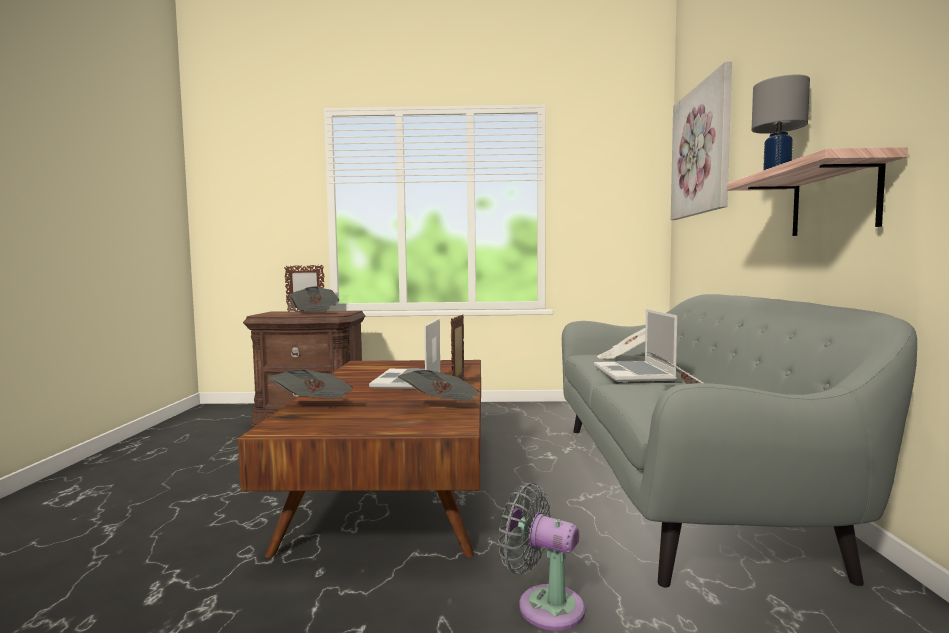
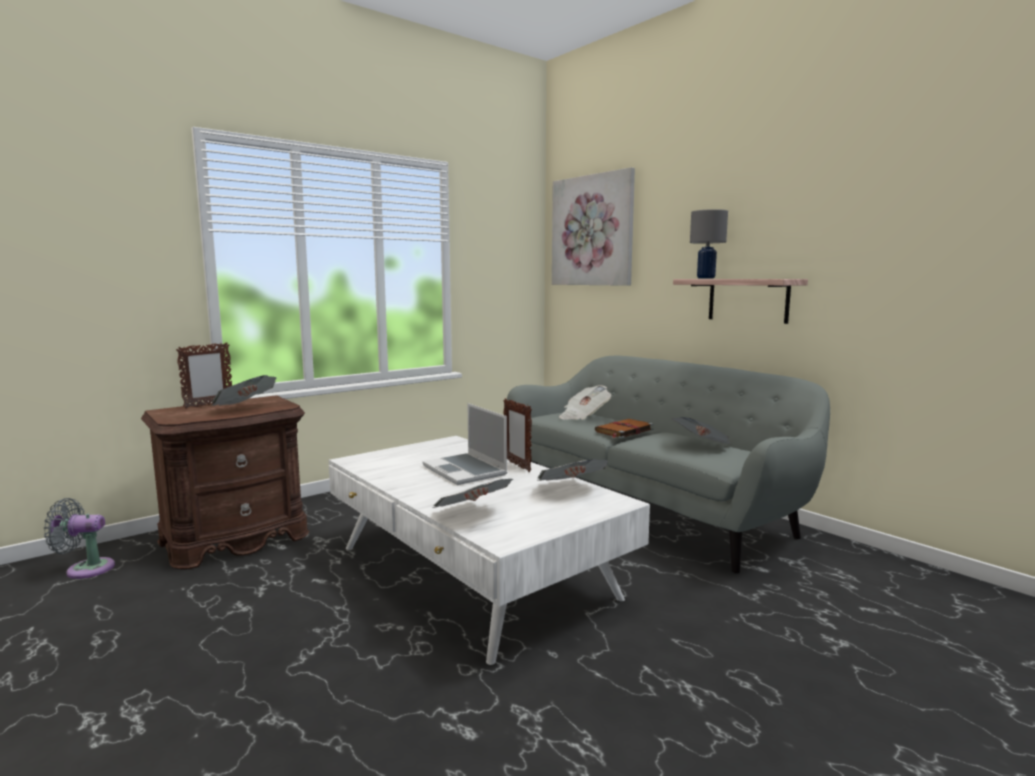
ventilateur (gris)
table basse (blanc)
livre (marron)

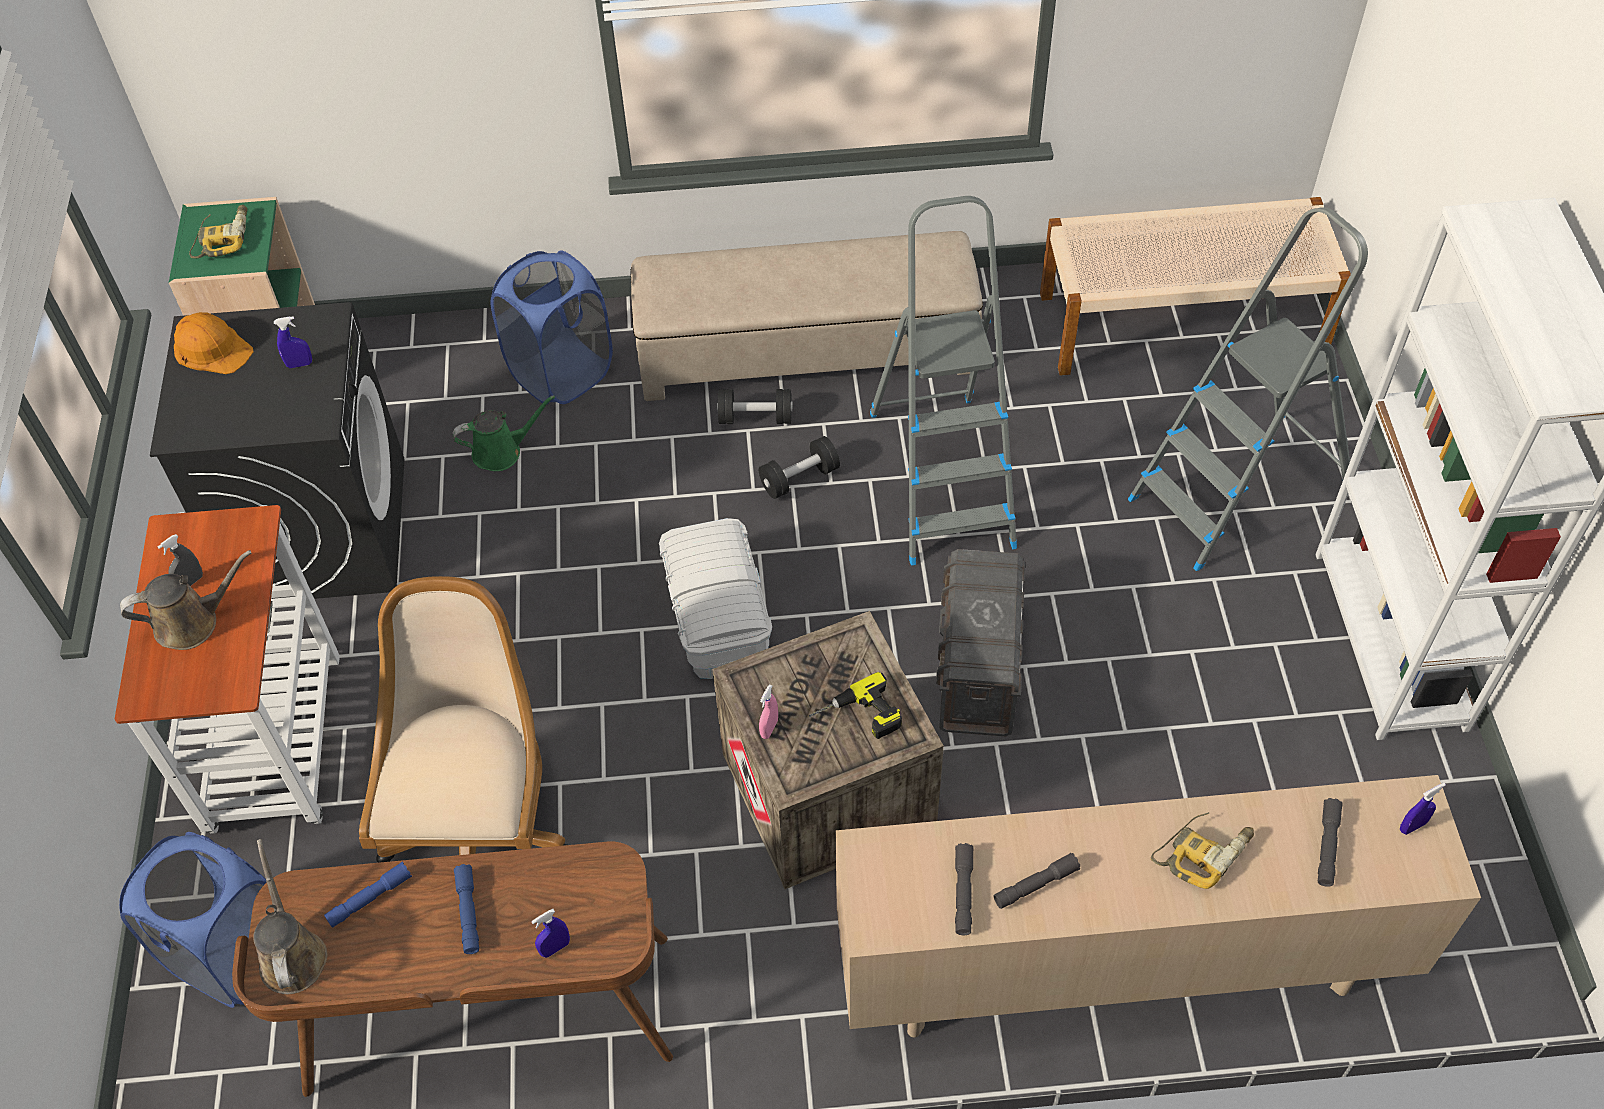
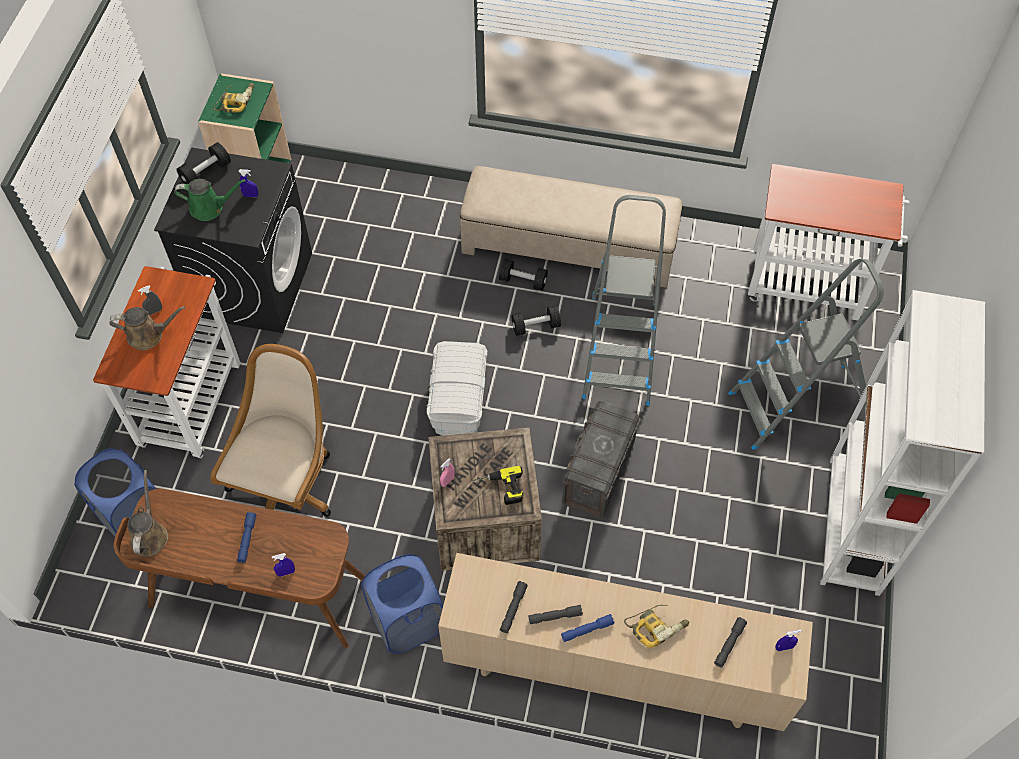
arrosoir (vert)
haltère (noir) (1st from left)
panier à linge (bleu) (2nd from left)
lampe de poche (bleu) (2nd from left)
chariot (blanc) (2nd from left)

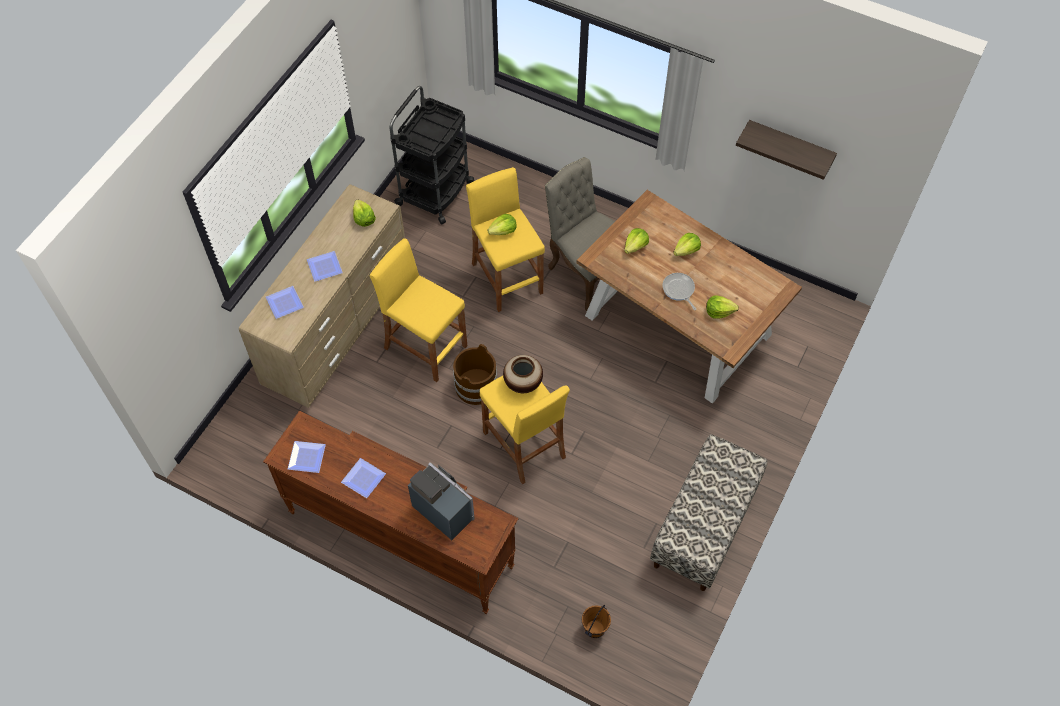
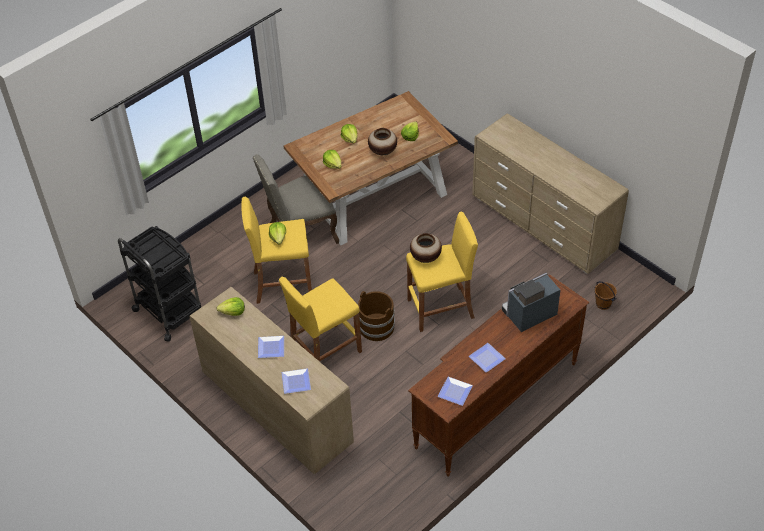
vase (1st from left)
commode (beige) (2nd from left)
étagère

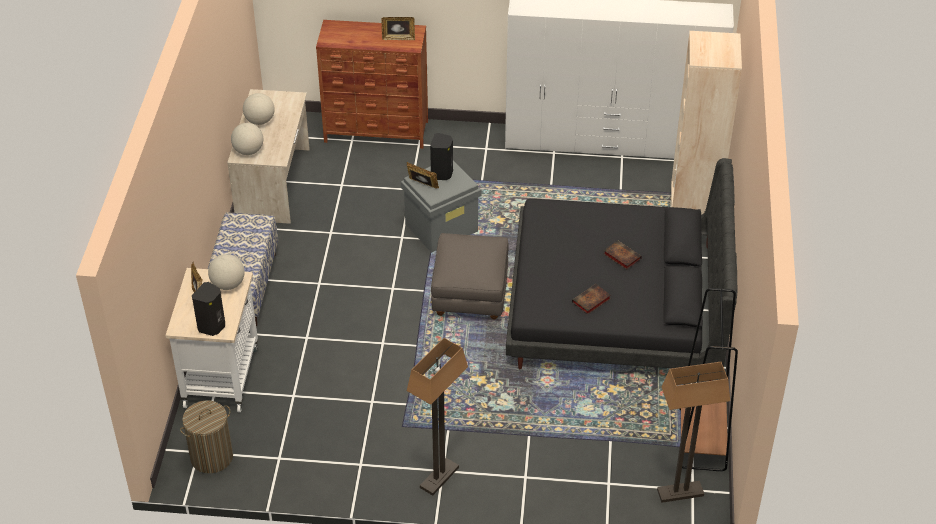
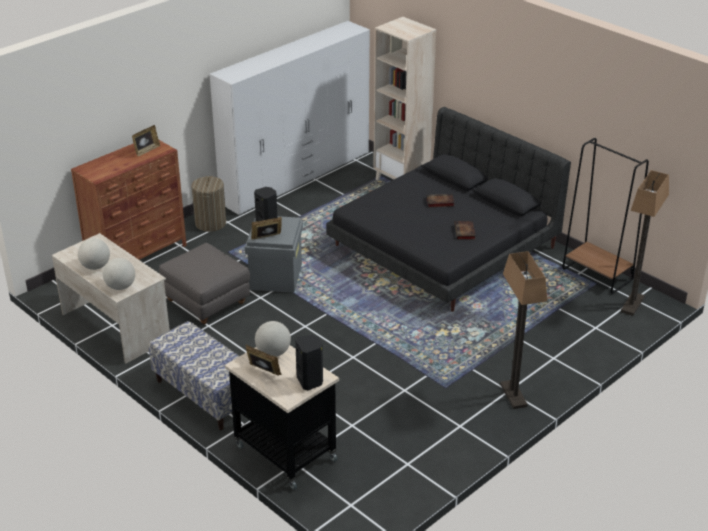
pouf (gris)
panier à linge
chariot (noir)

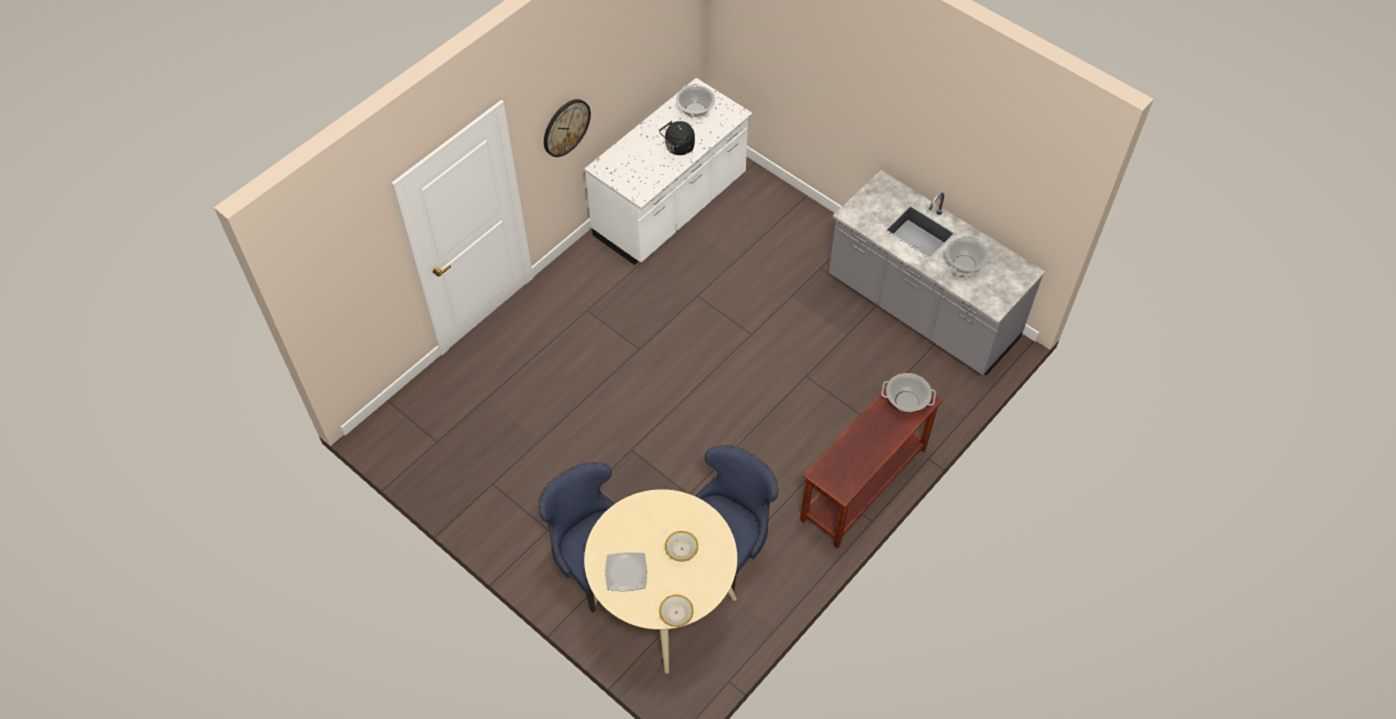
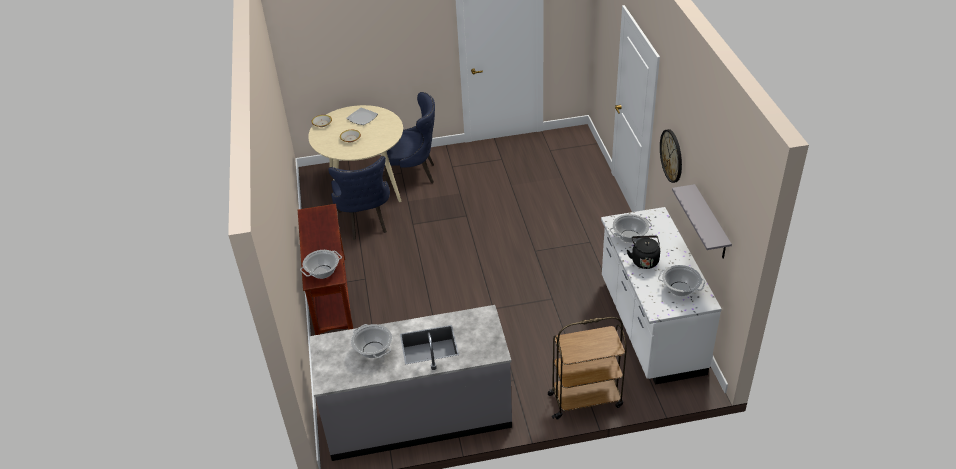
chariot (marron)
marmite (3rd from left)
étagère (gris)

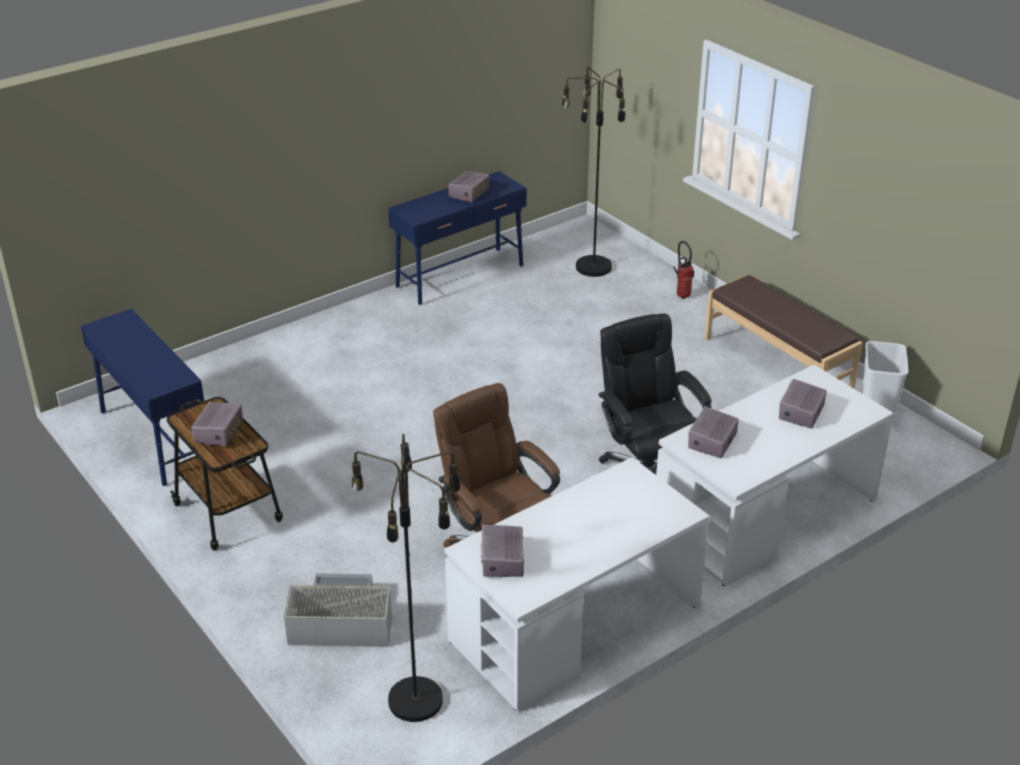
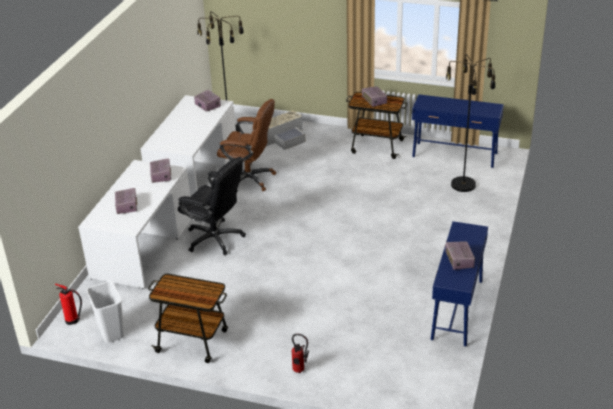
extincteur (1st from left)
chariot (1st from left)
lampadaire (2nd from left)

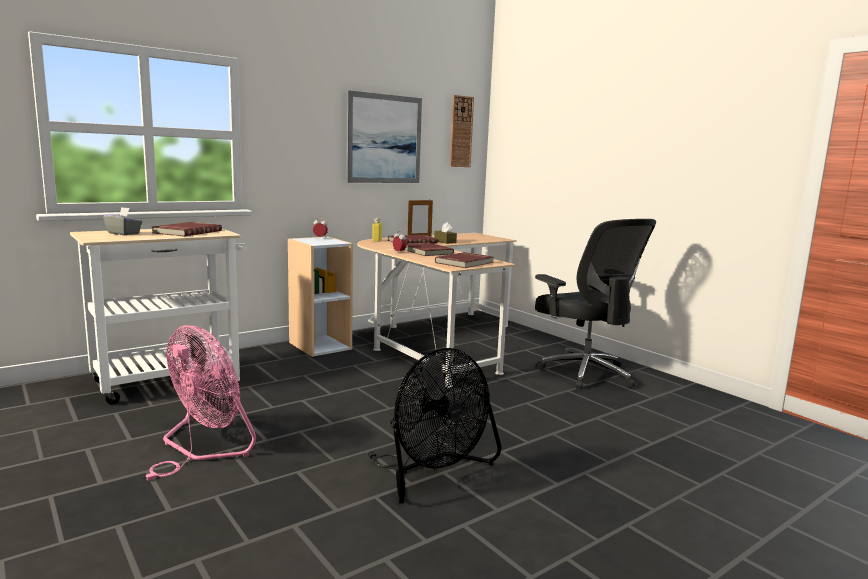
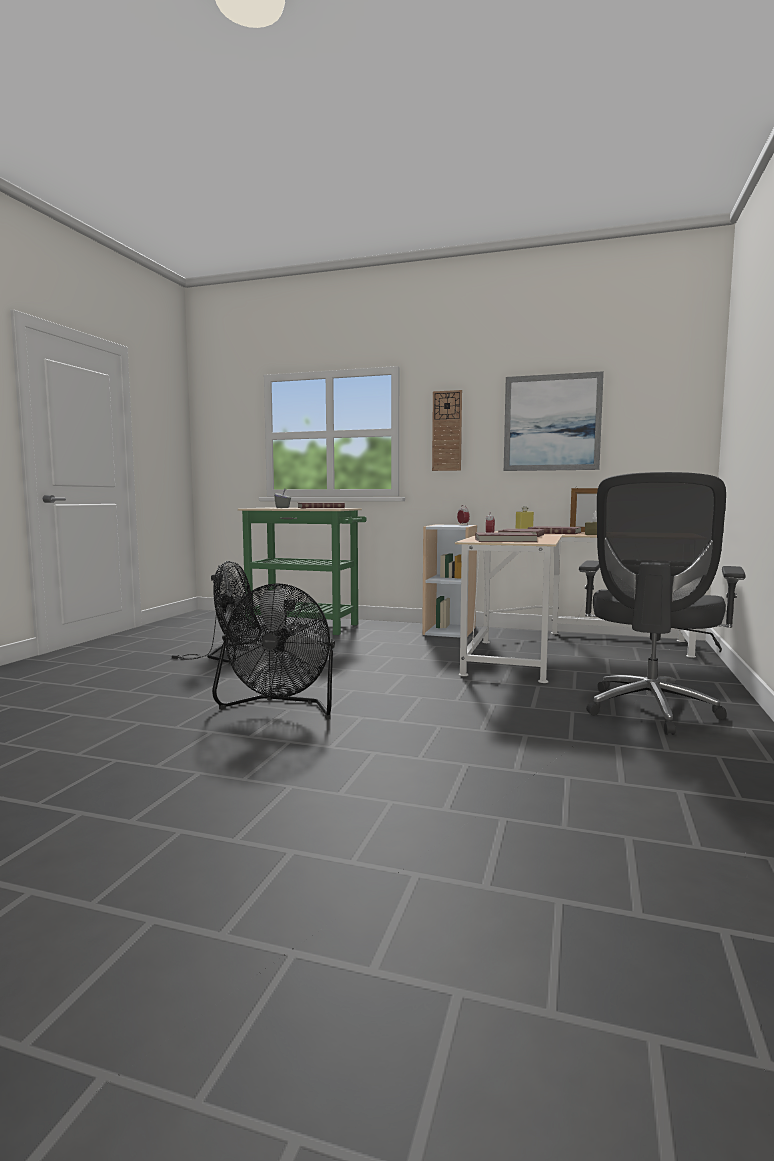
ventilateur (noir) (1st from left)
chariot (vert)
horloge murale

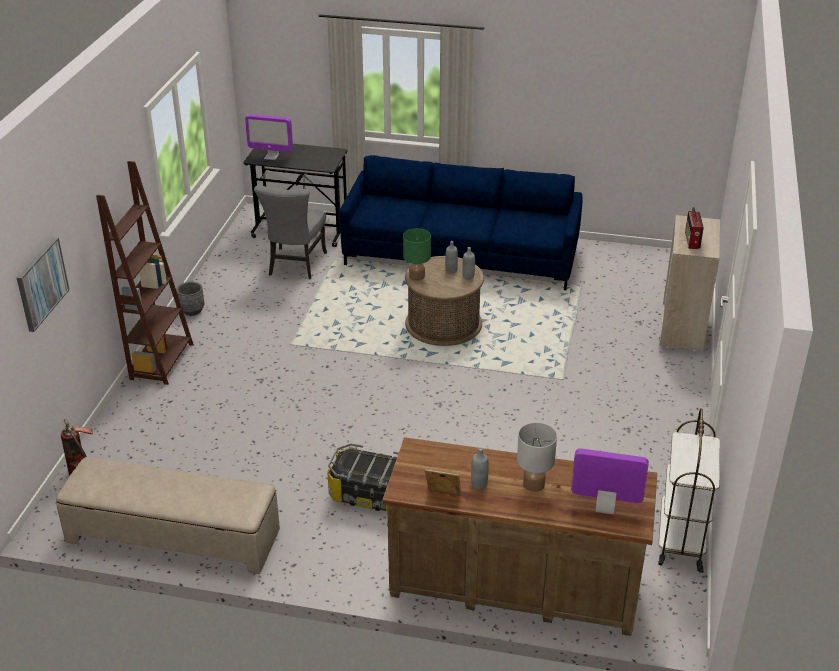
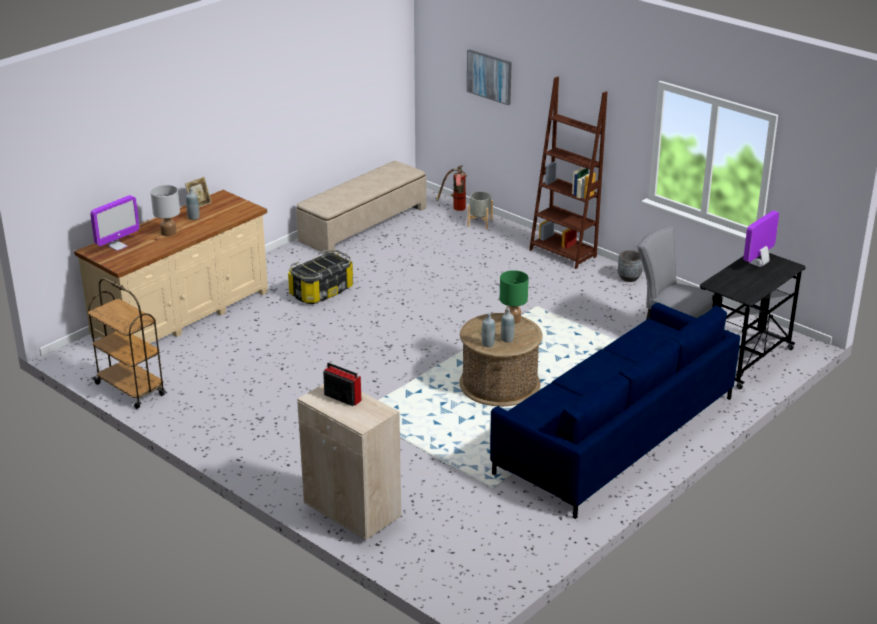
chariot (marron)
cache-pot (gris) (1st from left)

